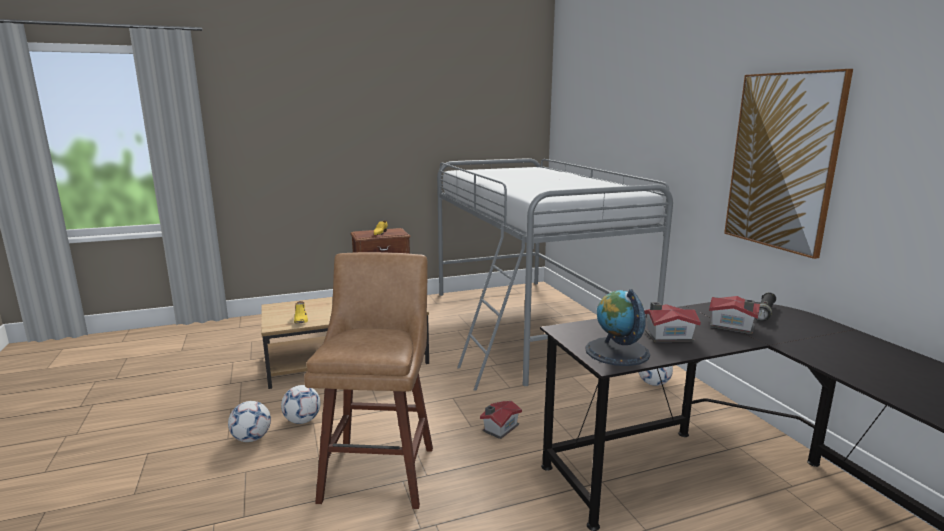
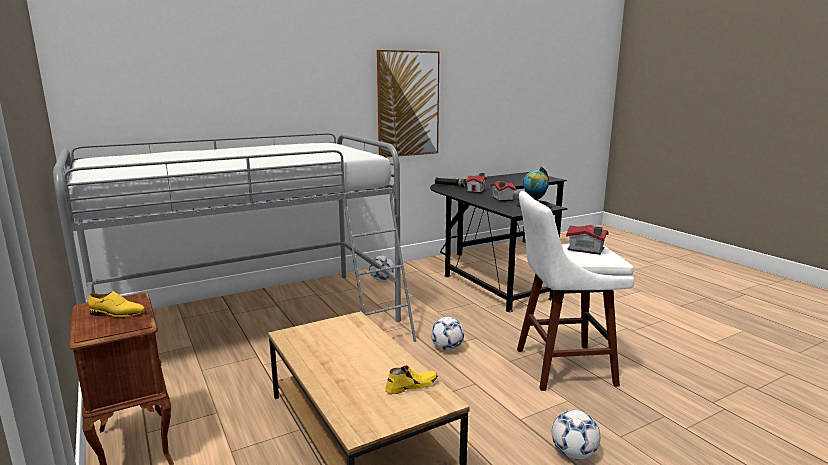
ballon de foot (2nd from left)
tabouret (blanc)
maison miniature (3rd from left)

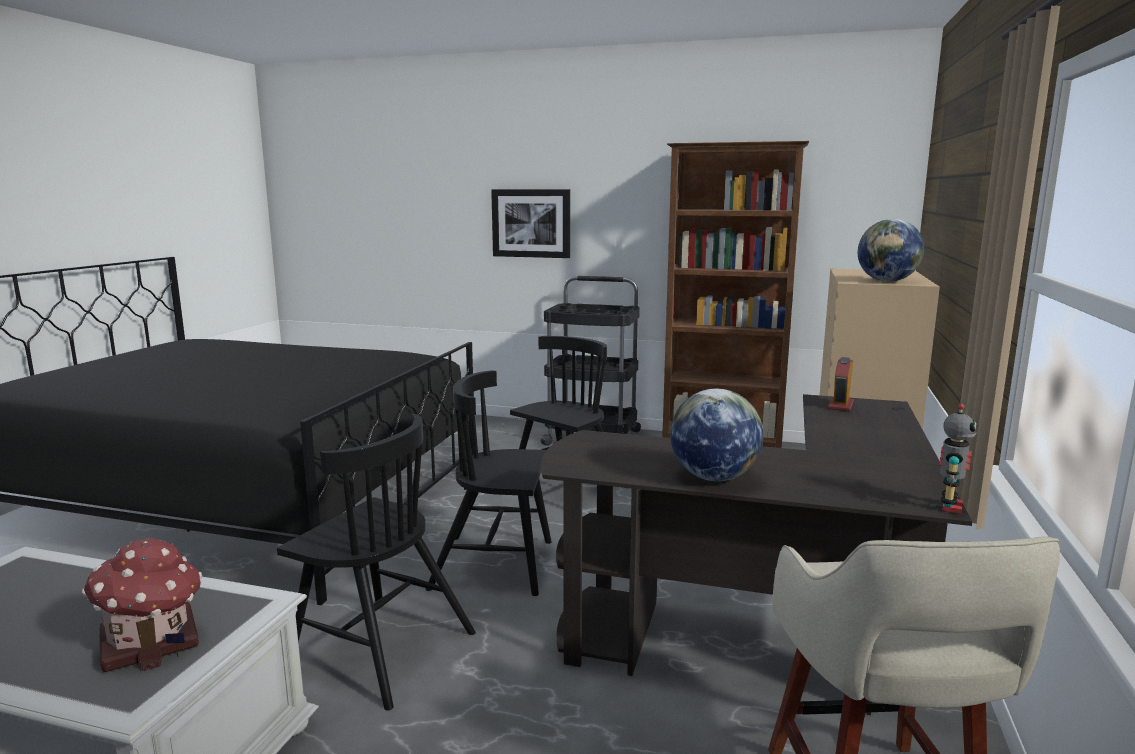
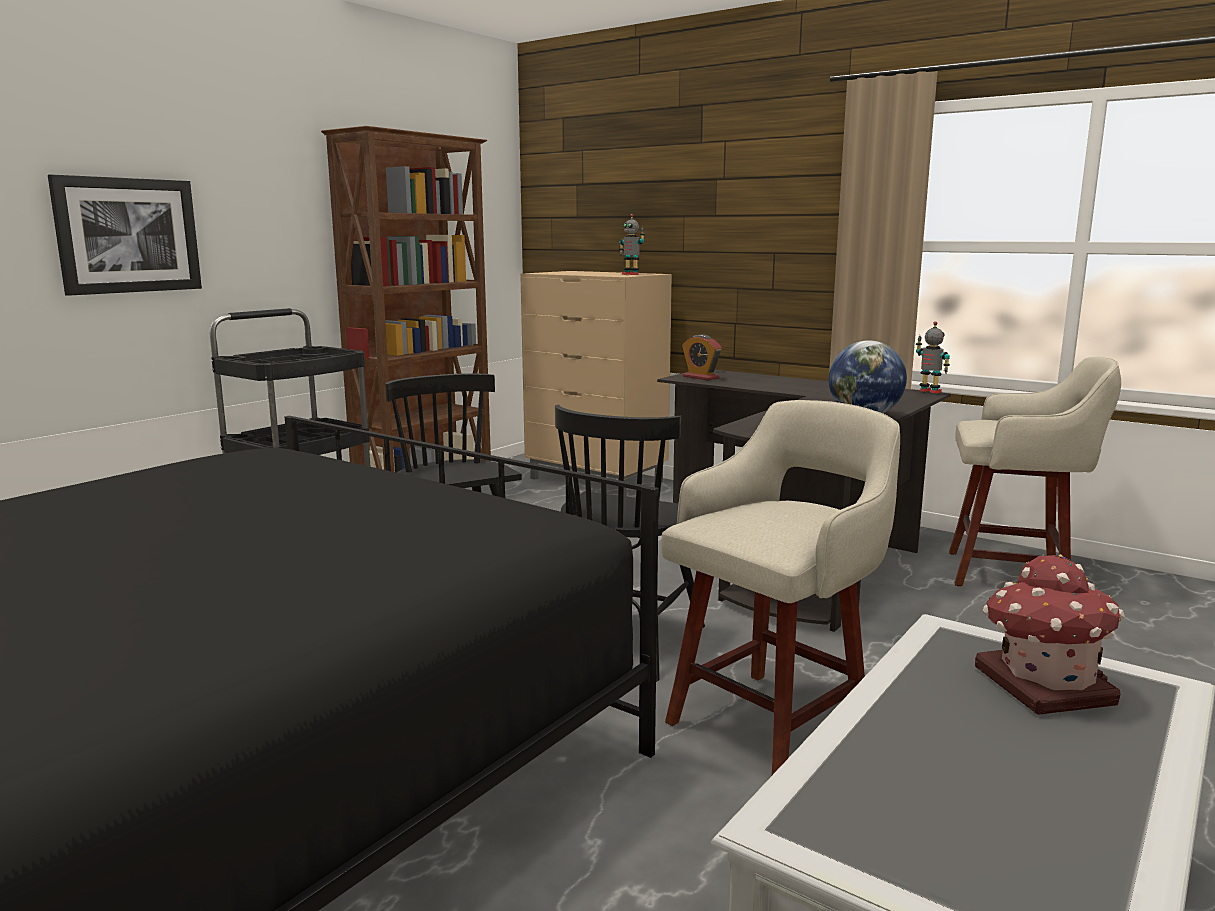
robot jouet (1st from left)
tabouret (beige) (1st from left)

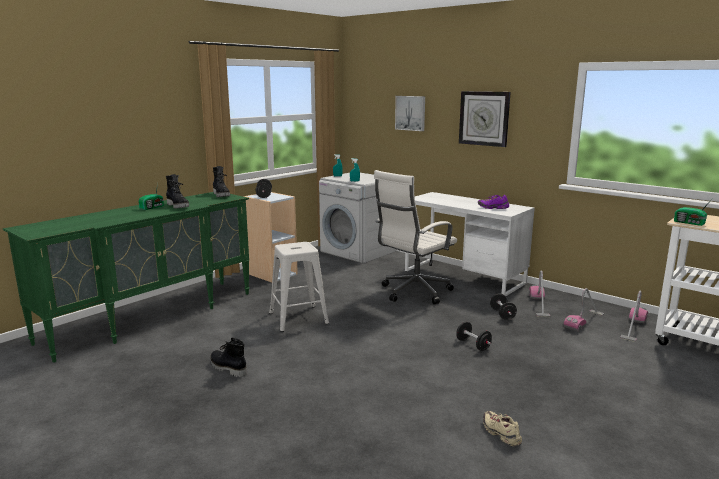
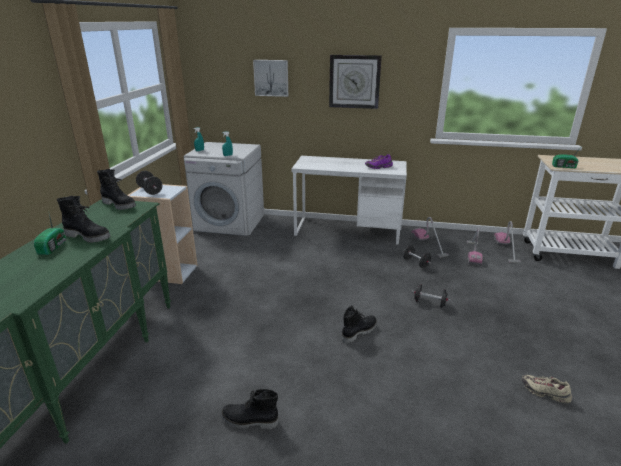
botte (noir) (4th from left)
tabouret (blanc)
chaise de bureau (blanc)

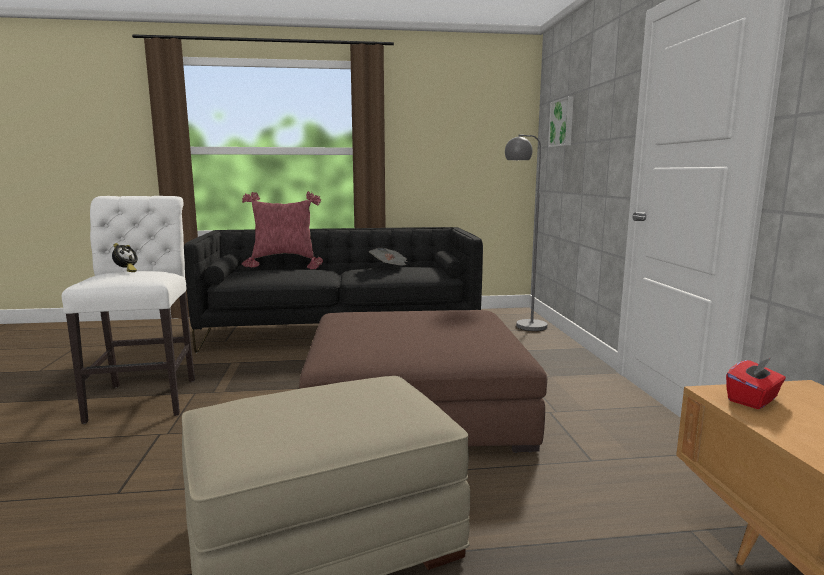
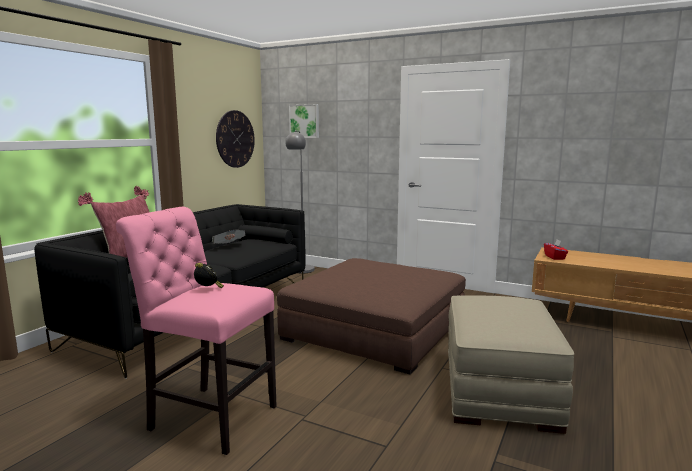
tabouret (rose)
horloge murale

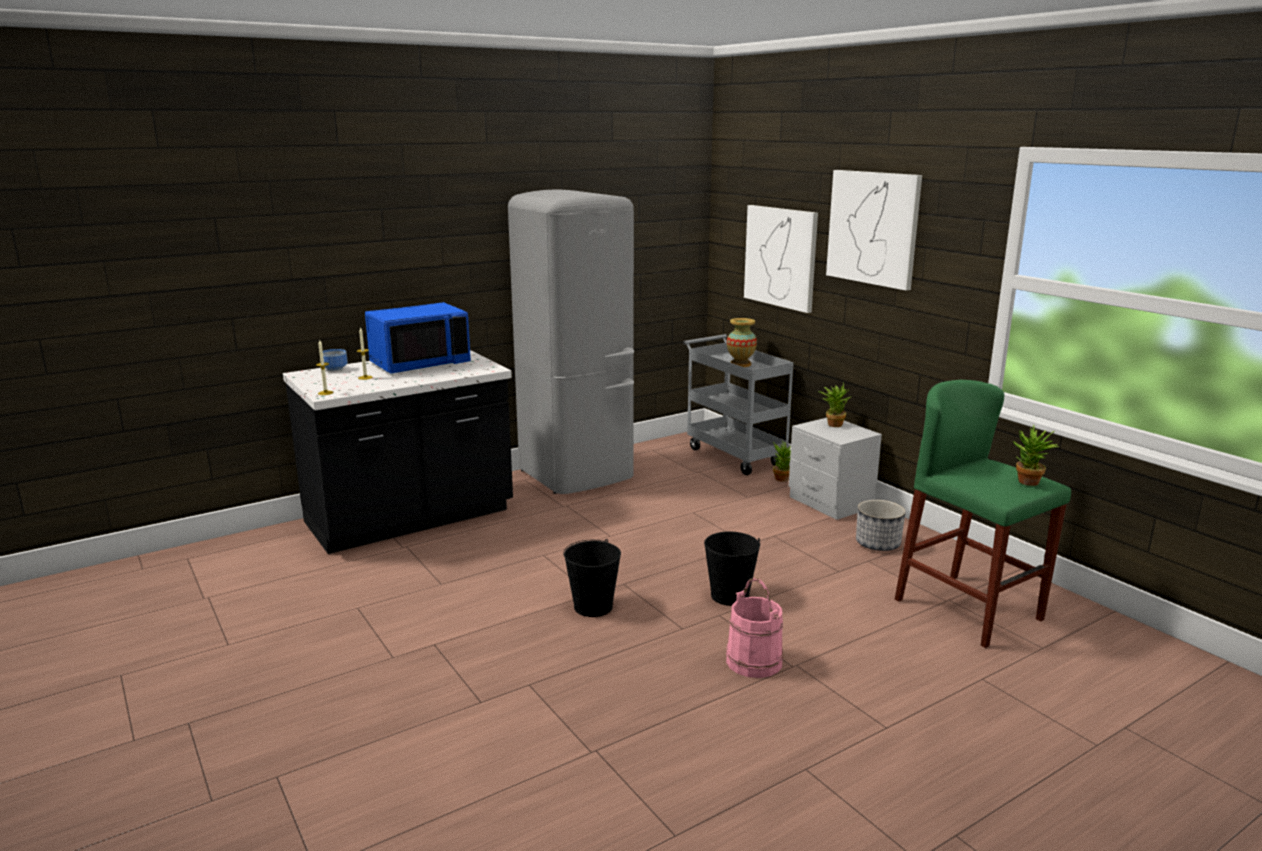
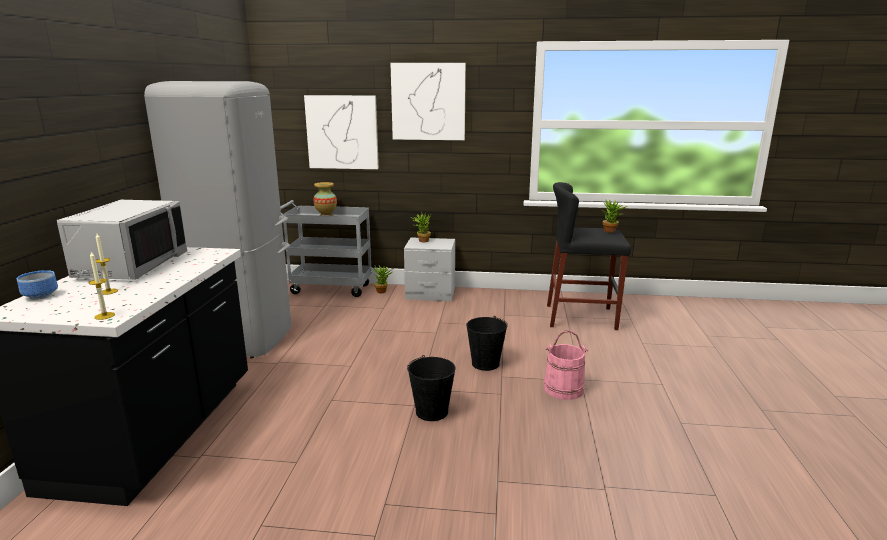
micro-ondes (gris)
tabouret (noir)
cache-pot

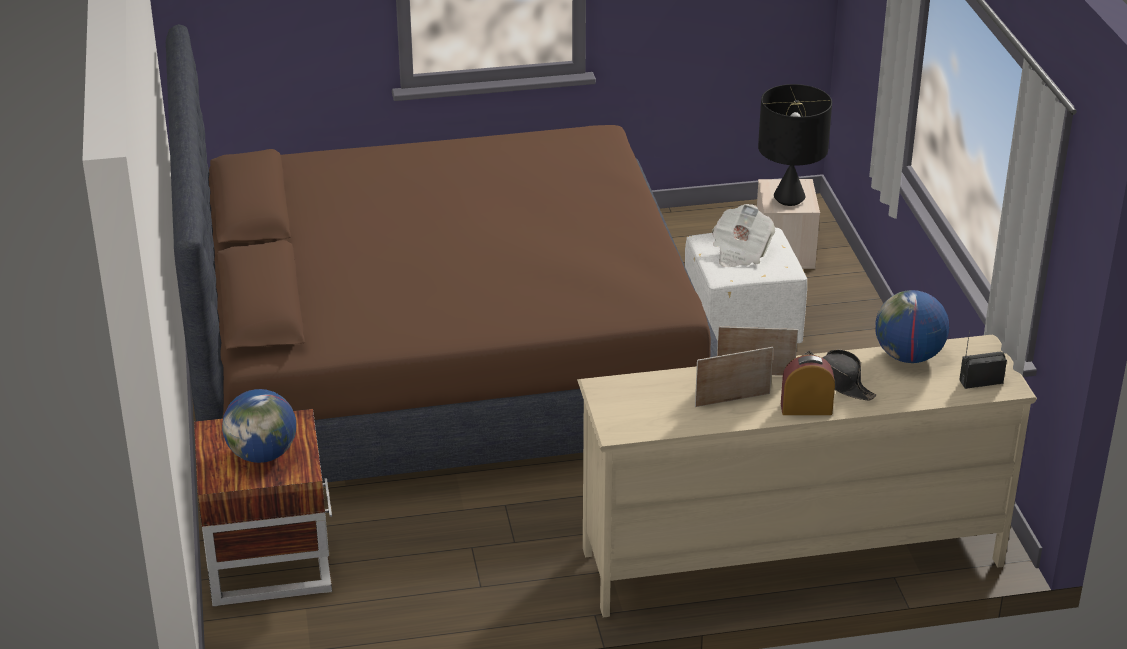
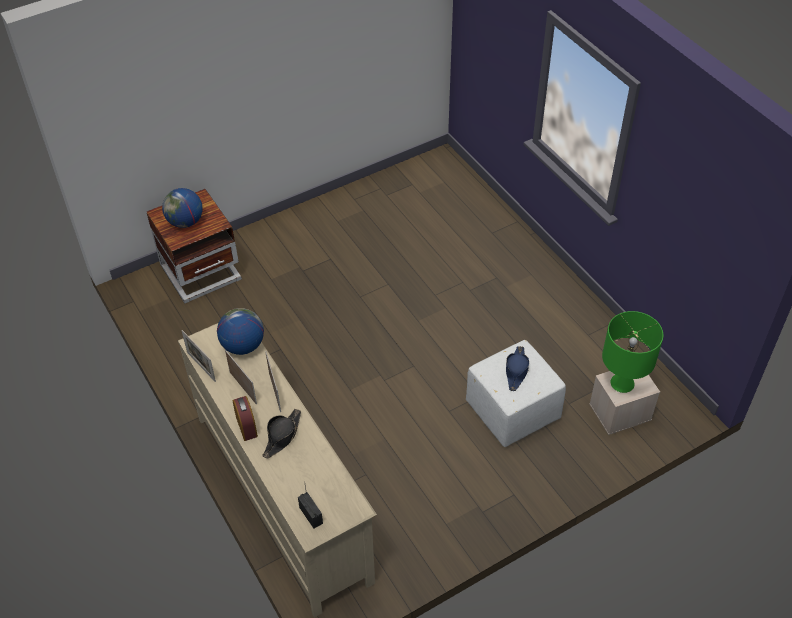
cadre photo (1st from left)
globe (2nd from left)
chapeau (bleu)
lampe de table (vert)
lit (marron)

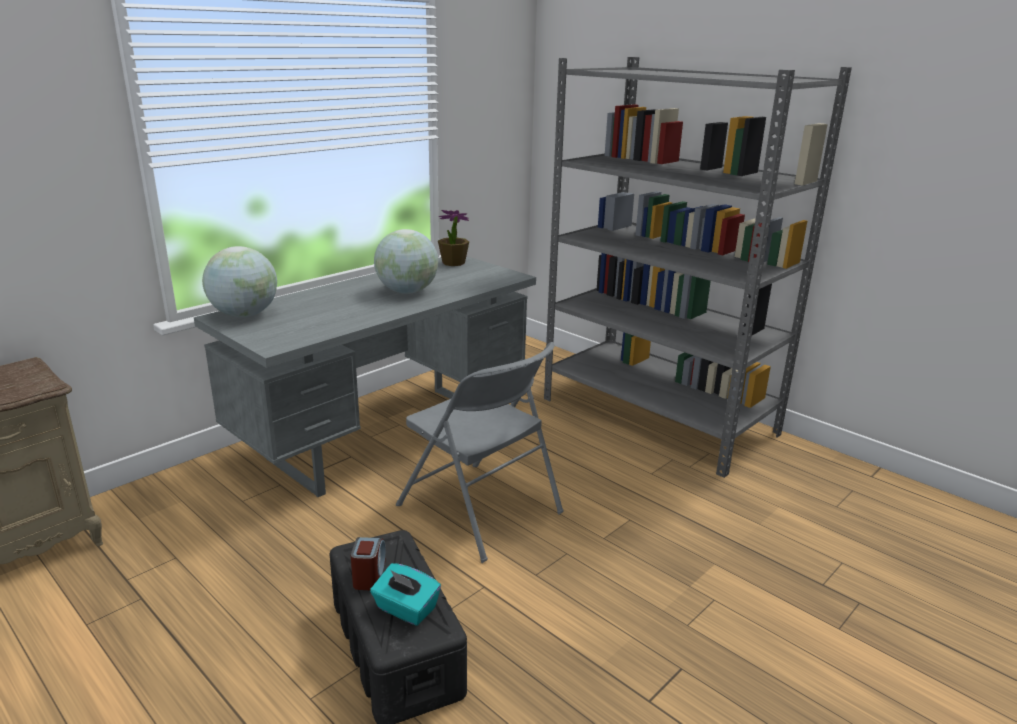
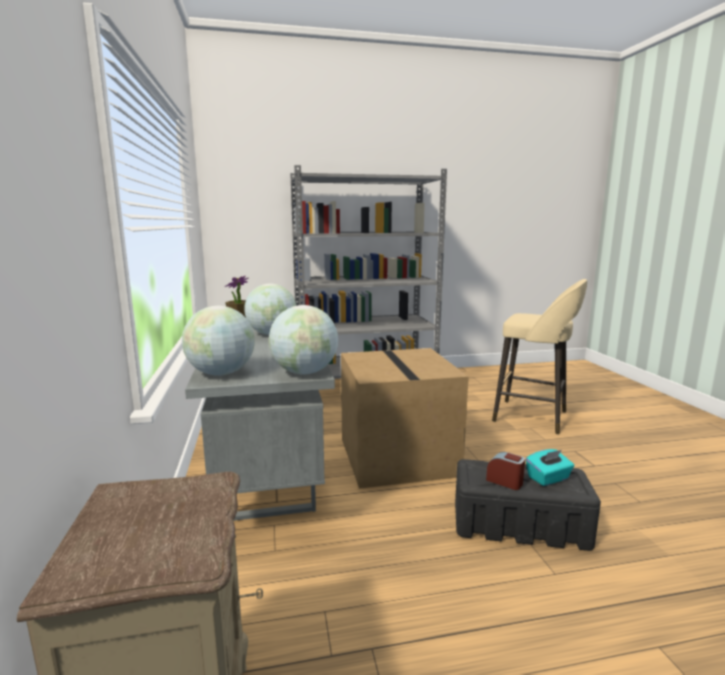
globe (3rd from left)
carton
tabouret (beige)

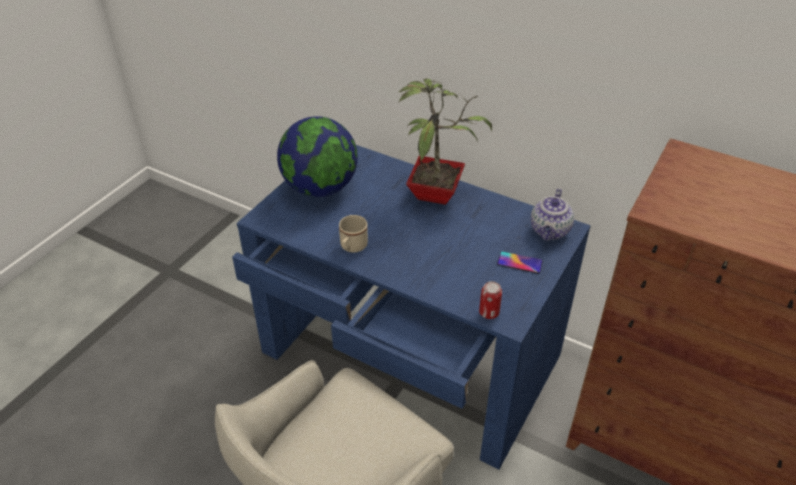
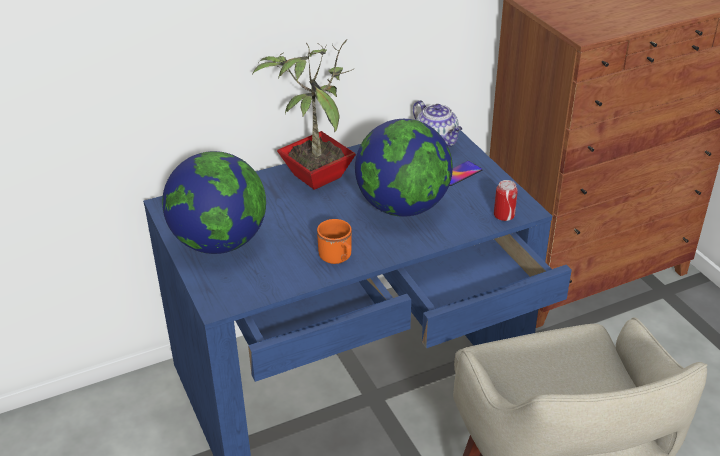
mug (orange)
globe (2nd from left)

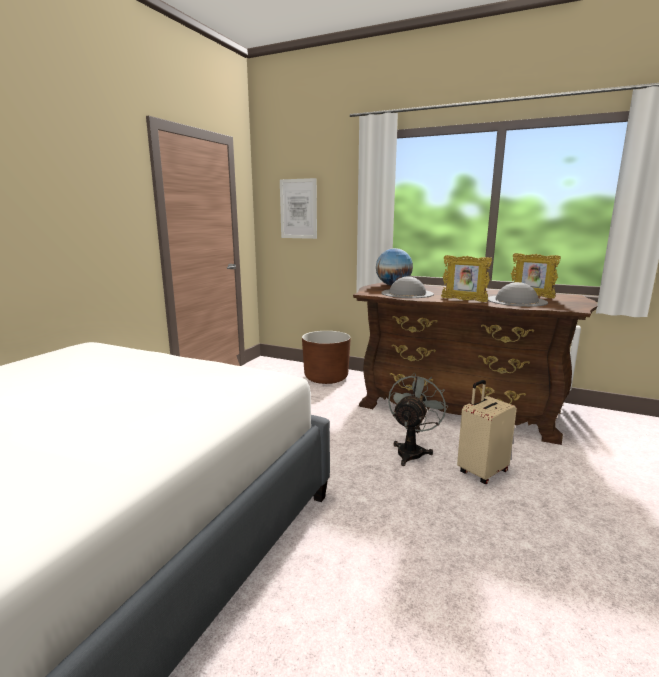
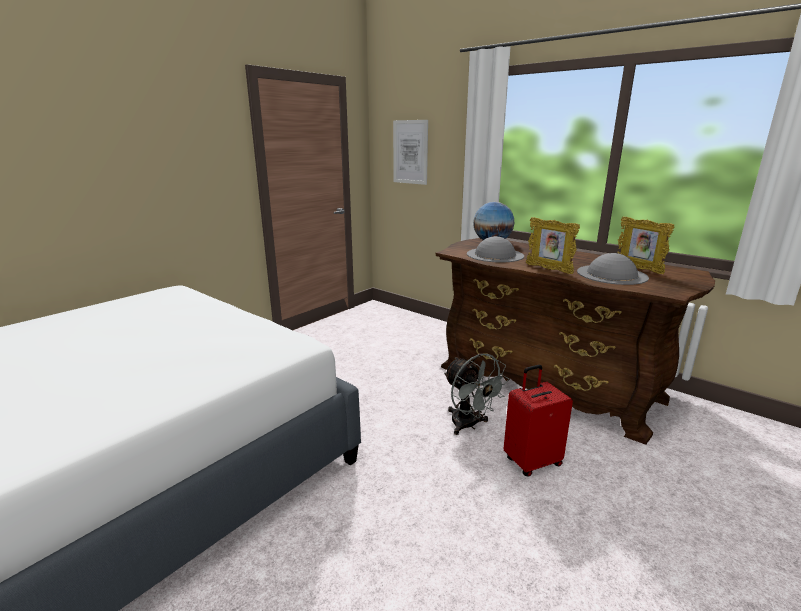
ventilateur (gris)
valise (rouge)
cache-pot (marron)

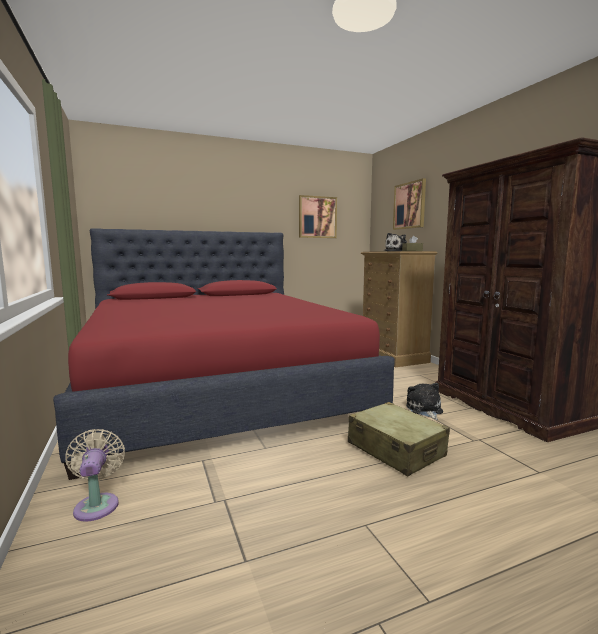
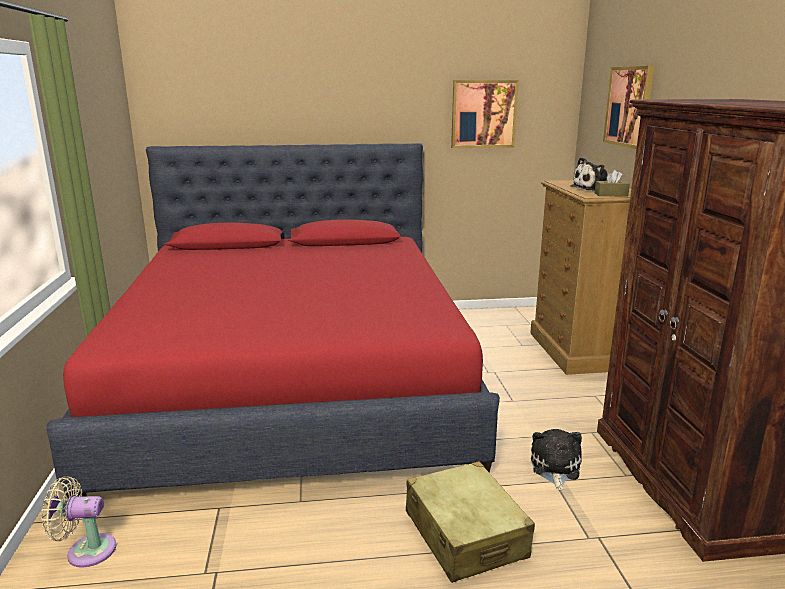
ventilateur (beige)

